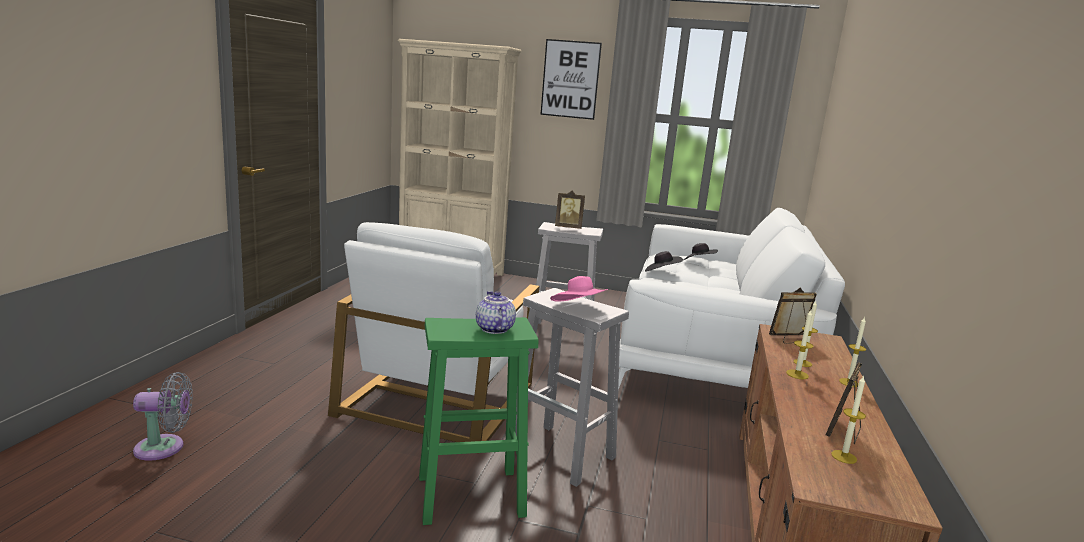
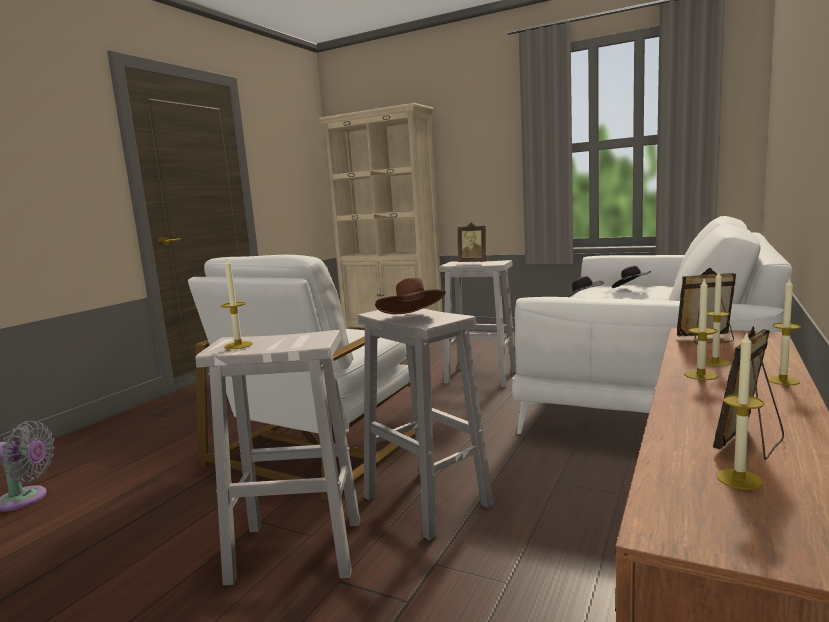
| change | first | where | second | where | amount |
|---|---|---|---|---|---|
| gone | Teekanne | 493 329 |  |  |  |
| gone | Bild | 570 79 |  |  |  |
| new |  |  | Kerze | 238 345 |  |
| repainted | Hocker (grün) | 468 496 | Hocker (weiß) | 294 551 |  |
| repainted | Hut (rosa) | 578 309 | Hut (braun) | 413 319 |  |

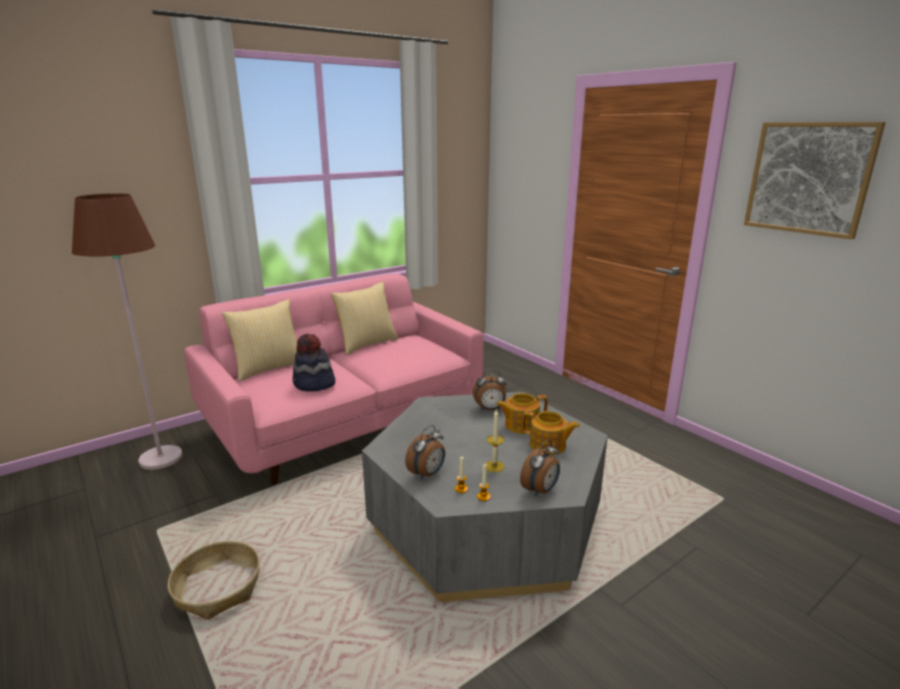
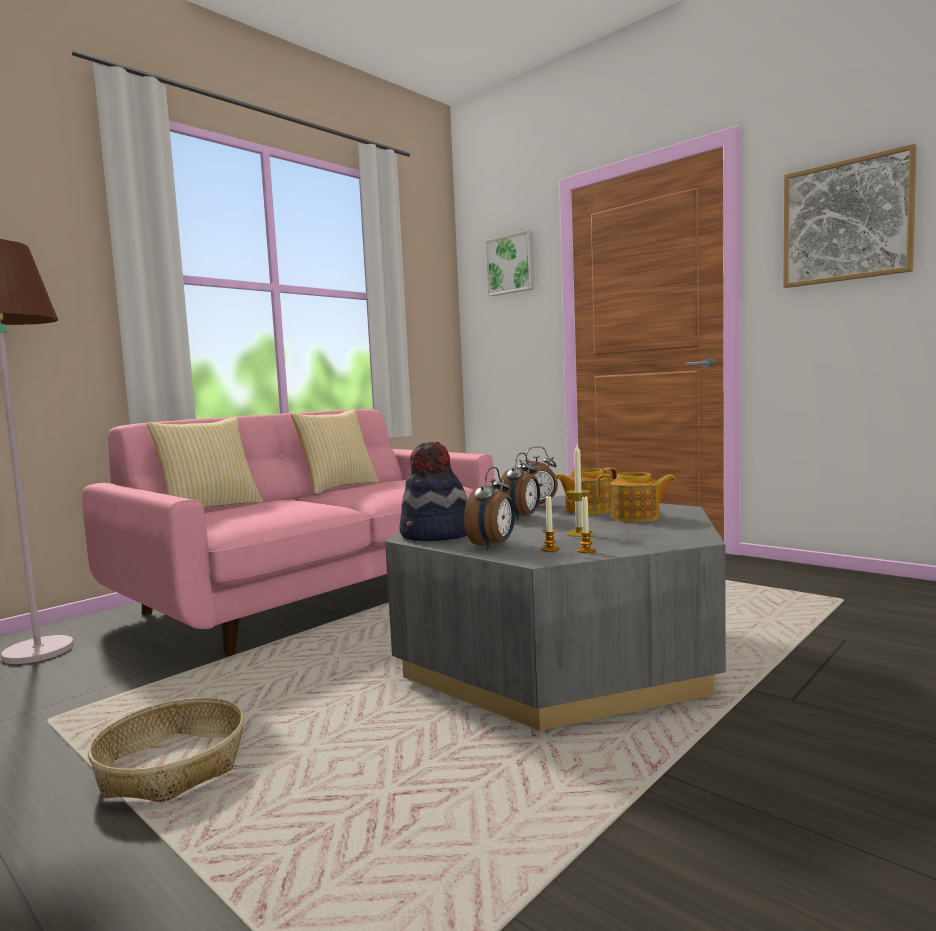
| change | first | where | second | where | amount |
|---|---|---|---|---|---|
| new |  |  | Bild | 511 264 |  |
| shifted | Hut | 314 384 |  | 437 535 |  |
| shifted | Wecker | 540 490 |  | 521 518 |  |

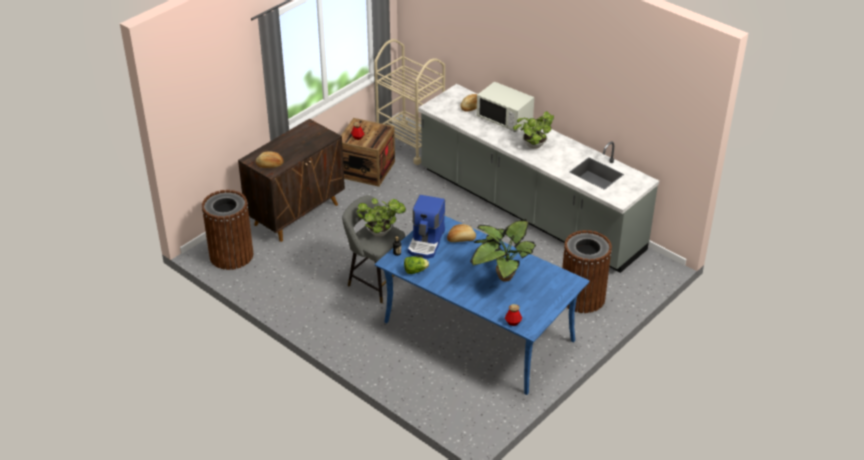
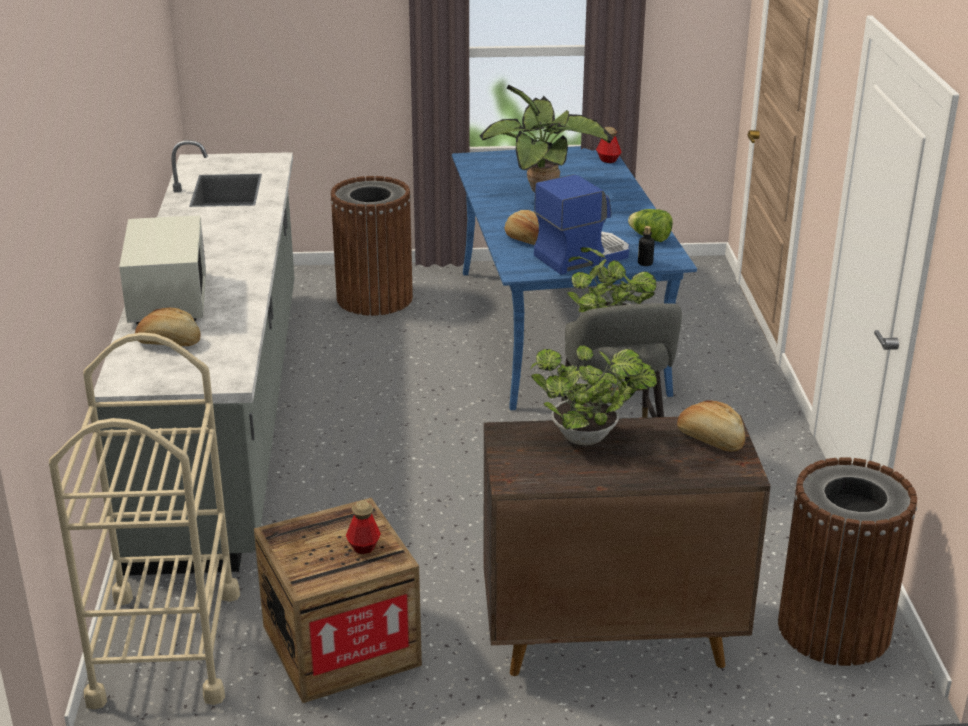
| change | first | where | second | where | amount |
|---|---|---|---|---|---|
| shifted | Topfpflanze | 532 145 |  | 589 437 |  |

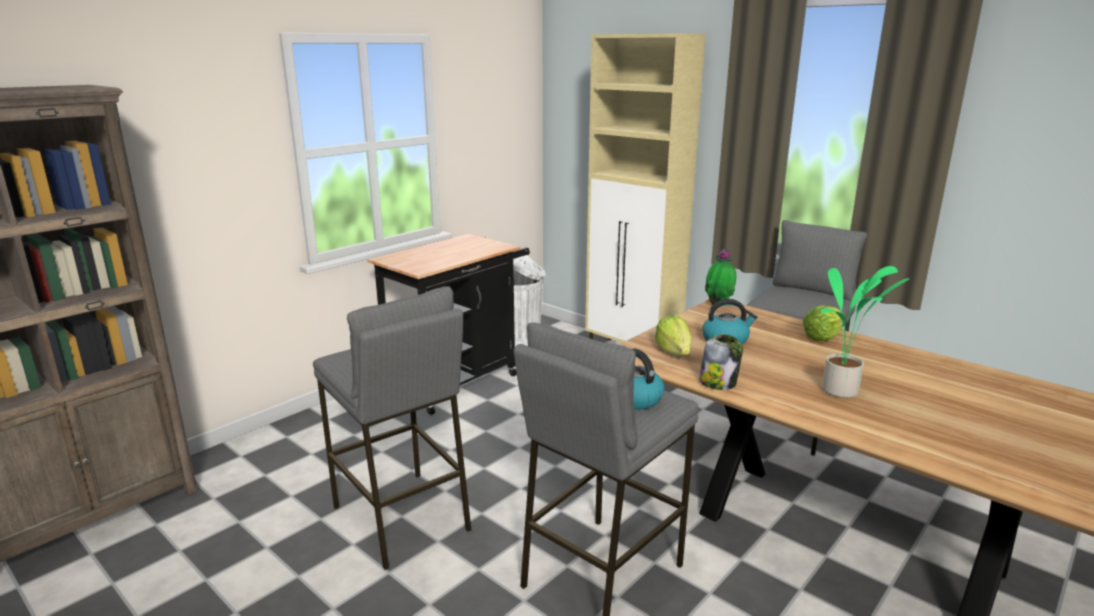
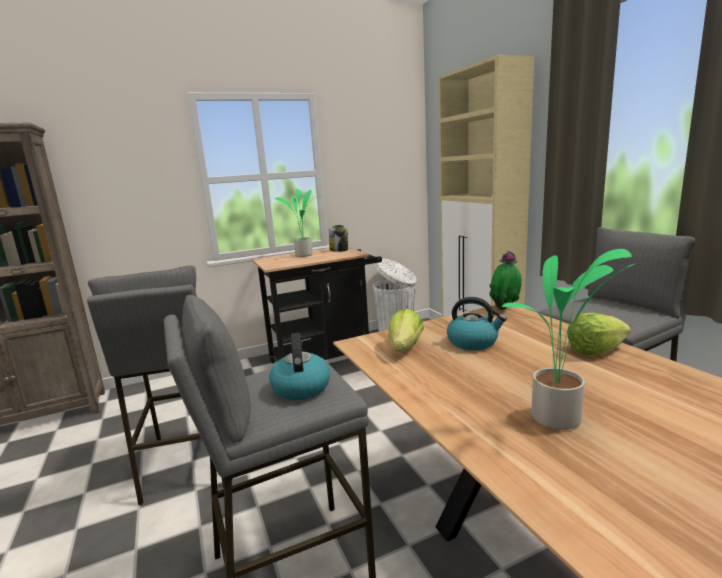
| change | first | where | second | where | amount |
|---|---|---|---|---|---|
| new |  |  | Topfpflanze | 305 255 |  |
| shifted | Vorratsglas | 718 383 |  | 339 250 |  |

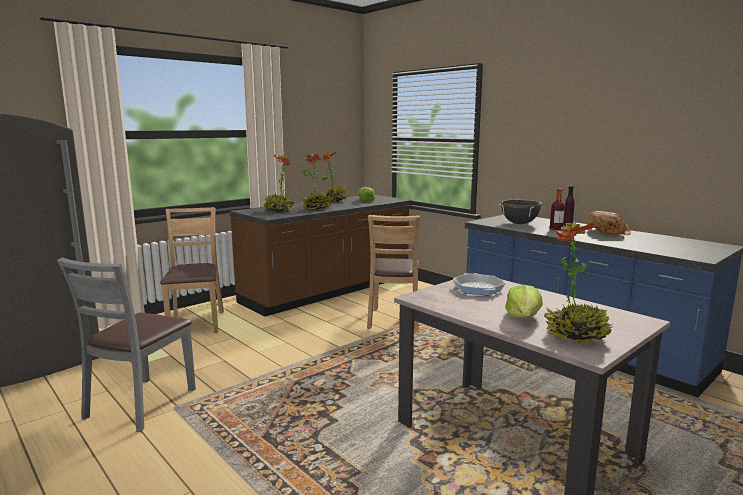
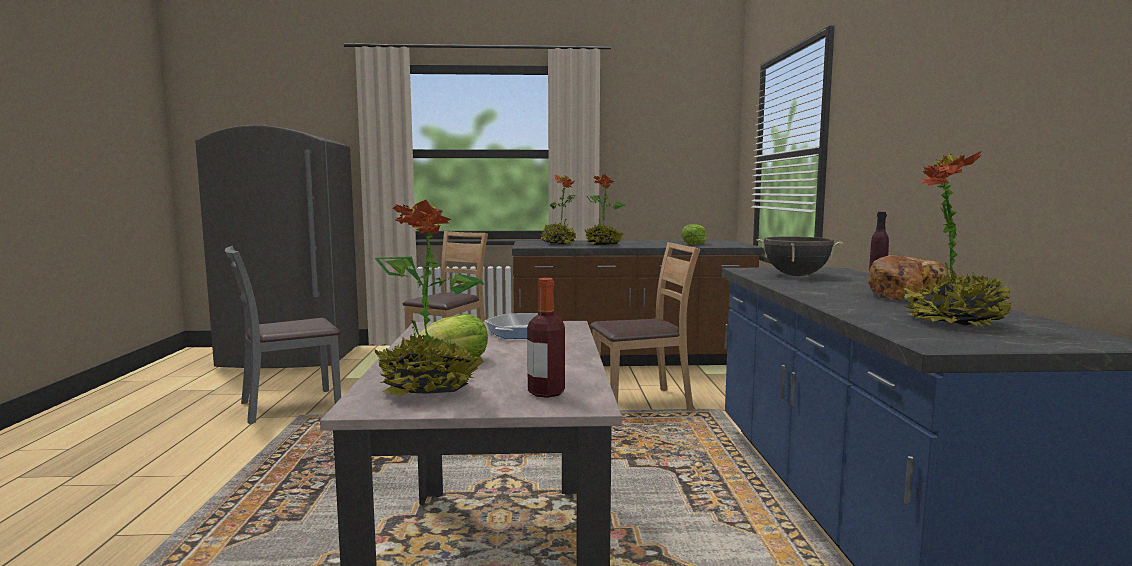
| change | first | where | second | where | amount |
|---|---|---|---|---|---|
| shifted | Topfpflanze | 334 201 |  | 955 322 |  |
| shifted | Flasche | 556 229 |  | 546 392 |  |
| rotated | Stuhl (braun) | 394 319 |  | 642 402 | 150 degrees counterclockwise |

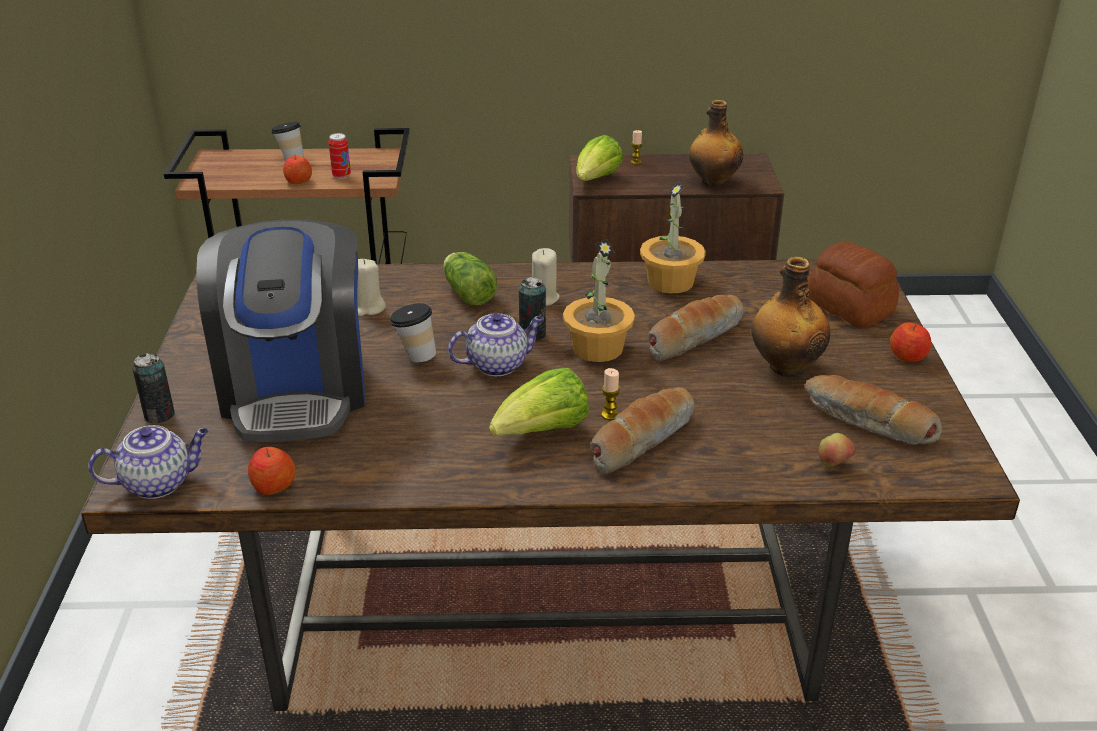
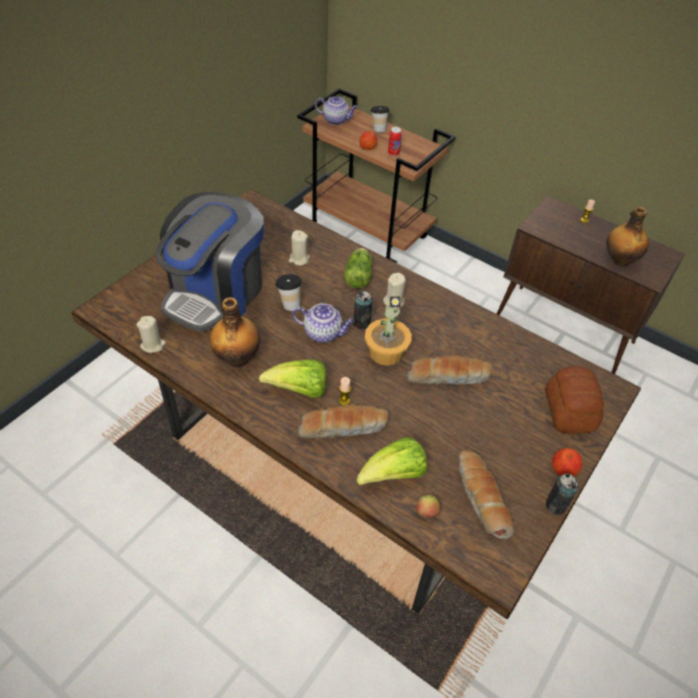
| change | first | where | second | where | amount |
|---|---|---|---|---|---|
| gone | Topfpflanze | 671 281 |  |  |  |
| shifted | Teekanne | 159 483 |  | 336 120 |  |
| shifted | Dose | 159 415 |  | 555 505 |  |
| shifted | Salatkopf | 596 180 |  | 393 475 |  |
| shifted | Flasche | 785 367 |  | 237 358 |  |
| swapped | Apfel | 273 485 | Kerze (beige) | 153 345 |  |

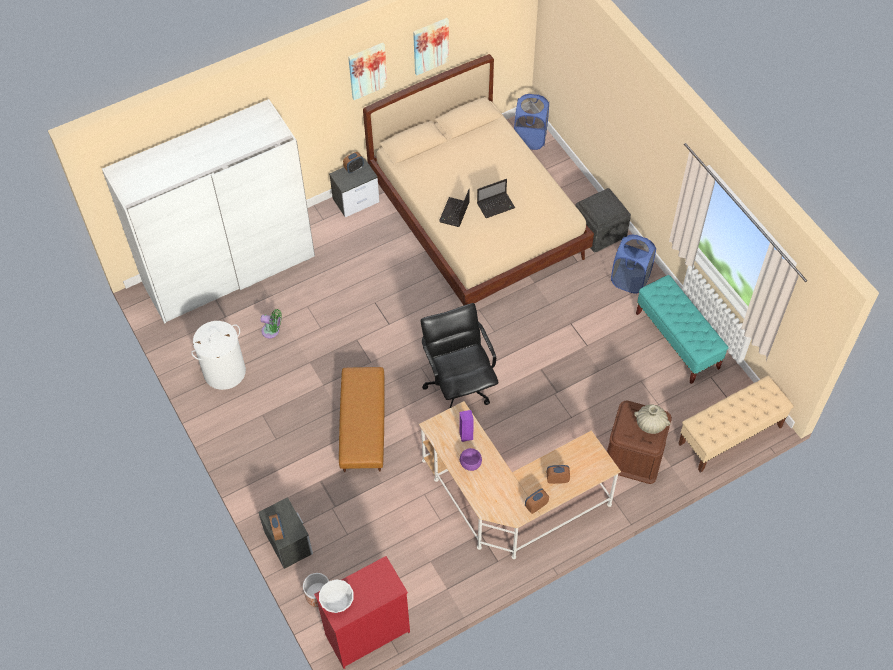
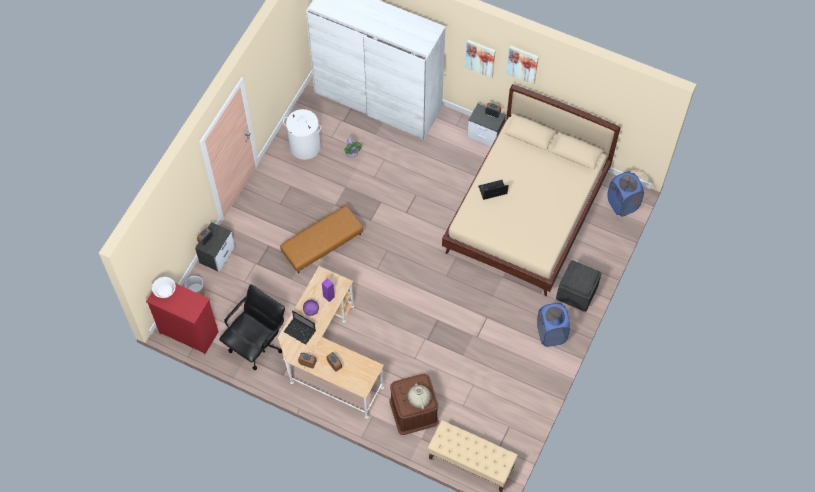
| change | first | where | second | where | amount |
|---|---|---|---|---|---|
| gone | Bank (türkis) | 677 341 |  |  |  |
| shifted | Bild | 430 45 |  | 480 58 |  |
| shifted | Bürostuhl (schwarz) | 459 385 |  | 257 344 |  |
| shifted | Laptop | 496 205 |  | 300 331 |  |

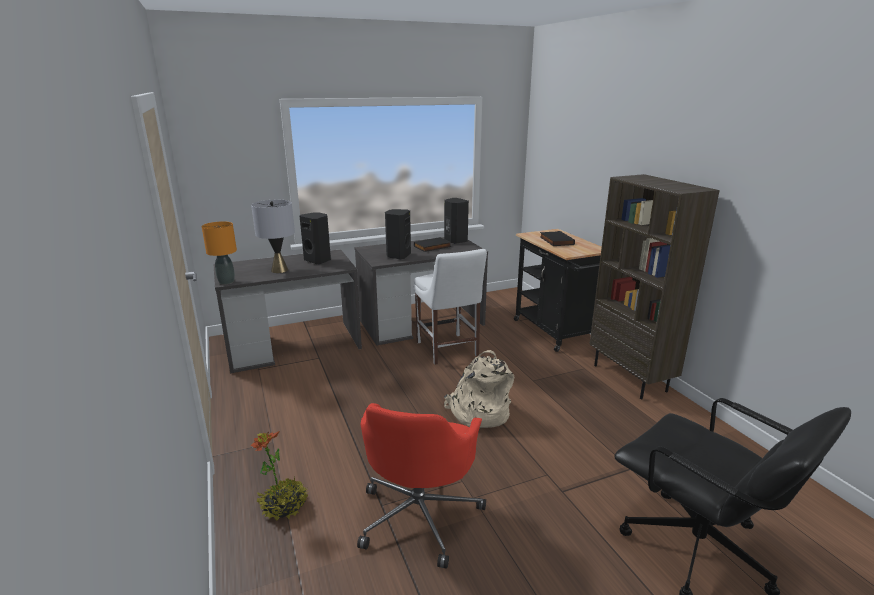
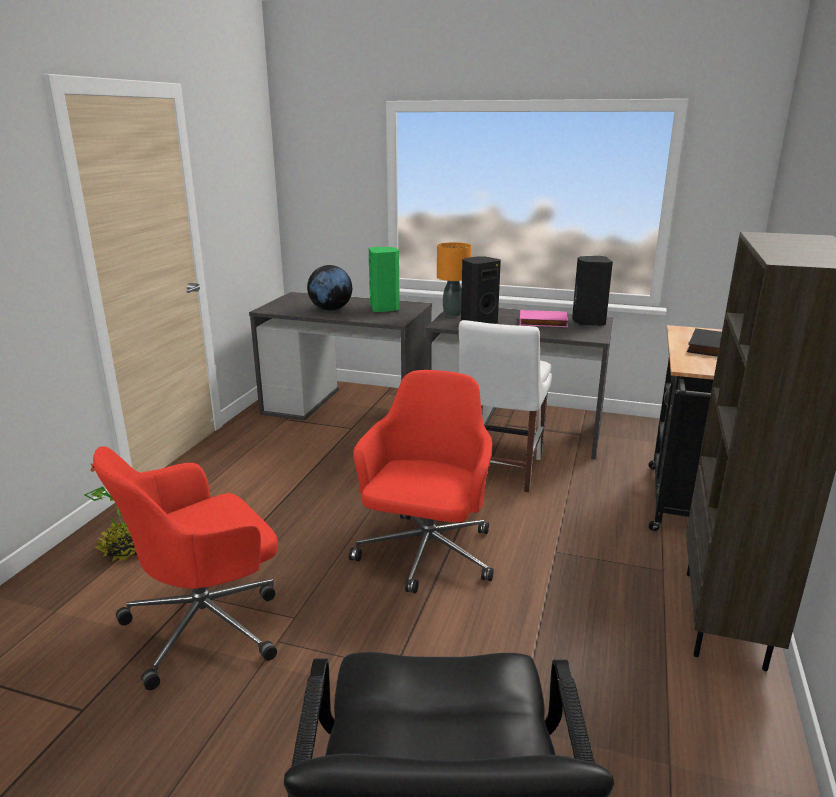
| change | first | where | second | where | amount |
|---|---|---|---|---|---|
| shifted | Tischlampe (orange) | 226 282 |  | 452 314 |  |
| swapped | Tischlampe (grau) | 279 270 | Globus | 330 309 |  |
| swapped | Rucksack (beige) | 478 412 | Bürostuhl (rot) | 426 555 |  |
| repainted | Lautsprecher (schwarz) | 318 260 | Lautsprecher (grün) | 385 309 |  |
| repainted | Buch (schwarz) | 432 247 | Buch (rosa) | 542 322 |  |

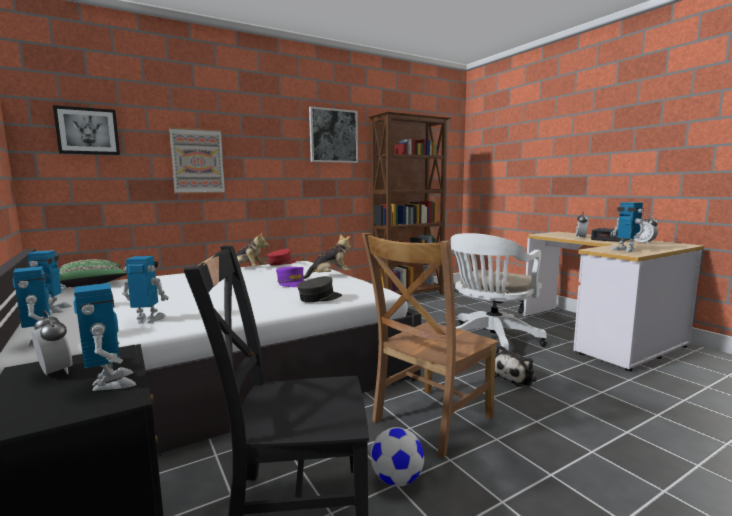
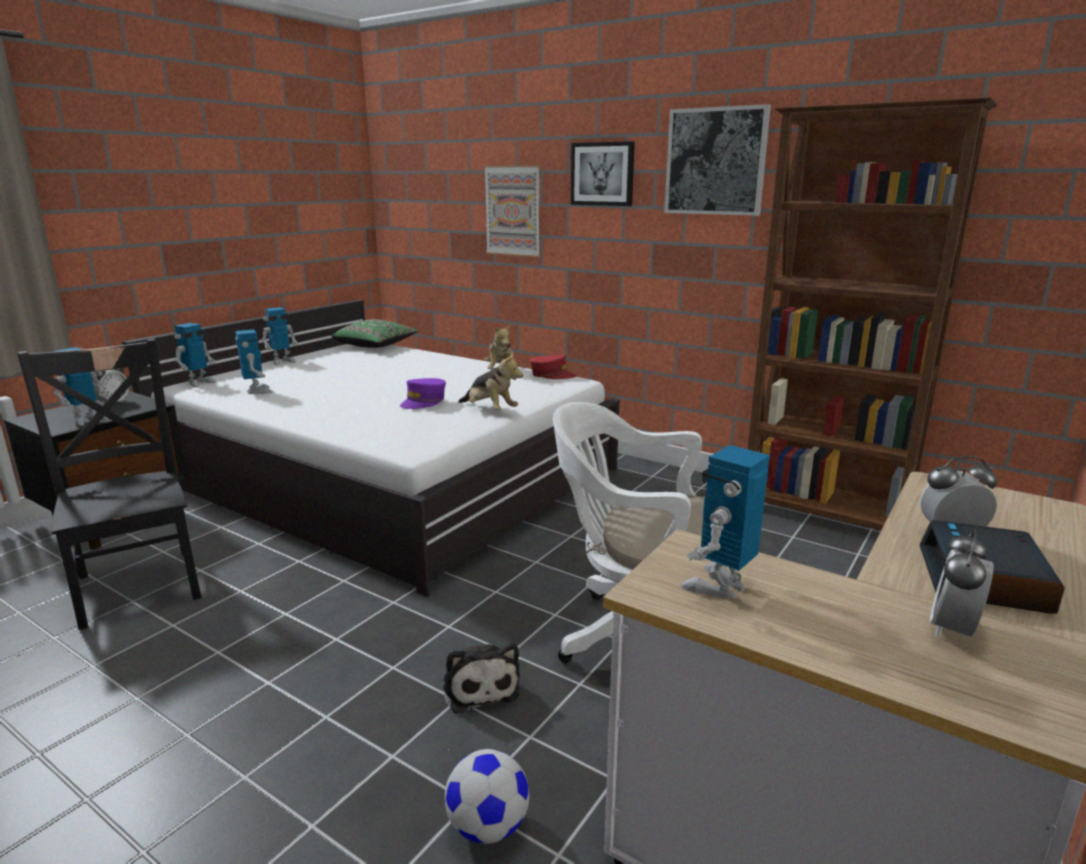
| change | first | where | second | where | amount |
|---|---|---|---|---|---|
| gone | Kappe (grau) | 319 298 |  |  |  |
| gone | Stuhl (braun) | 429 421 |  |  |  |
| shifted | Bild | 87 131 |  | 602 174 |  |
| shifted | Fußball | 397 480 |  | 488 827 |  |
| rotated | Plüschtier | 516 378 |  | 479 686 | 135 degrees counterclockwise |

